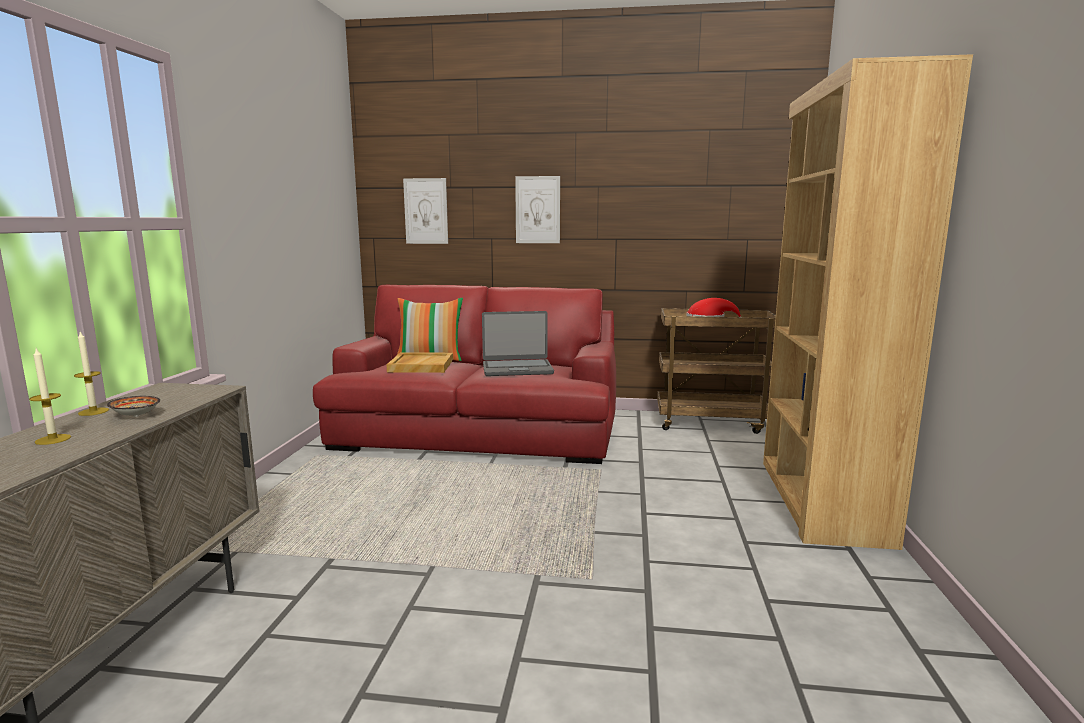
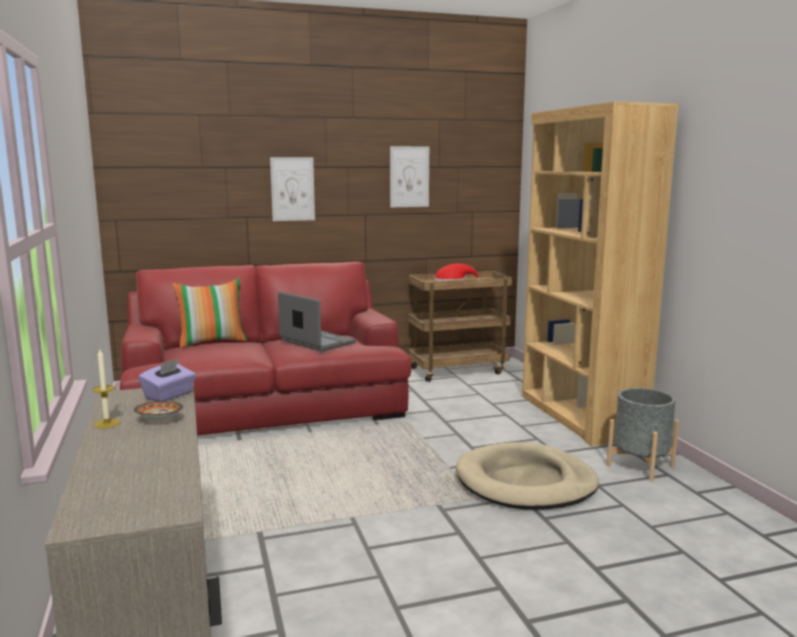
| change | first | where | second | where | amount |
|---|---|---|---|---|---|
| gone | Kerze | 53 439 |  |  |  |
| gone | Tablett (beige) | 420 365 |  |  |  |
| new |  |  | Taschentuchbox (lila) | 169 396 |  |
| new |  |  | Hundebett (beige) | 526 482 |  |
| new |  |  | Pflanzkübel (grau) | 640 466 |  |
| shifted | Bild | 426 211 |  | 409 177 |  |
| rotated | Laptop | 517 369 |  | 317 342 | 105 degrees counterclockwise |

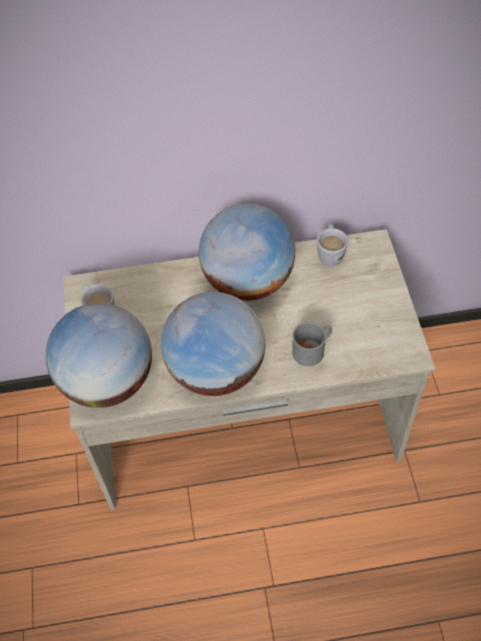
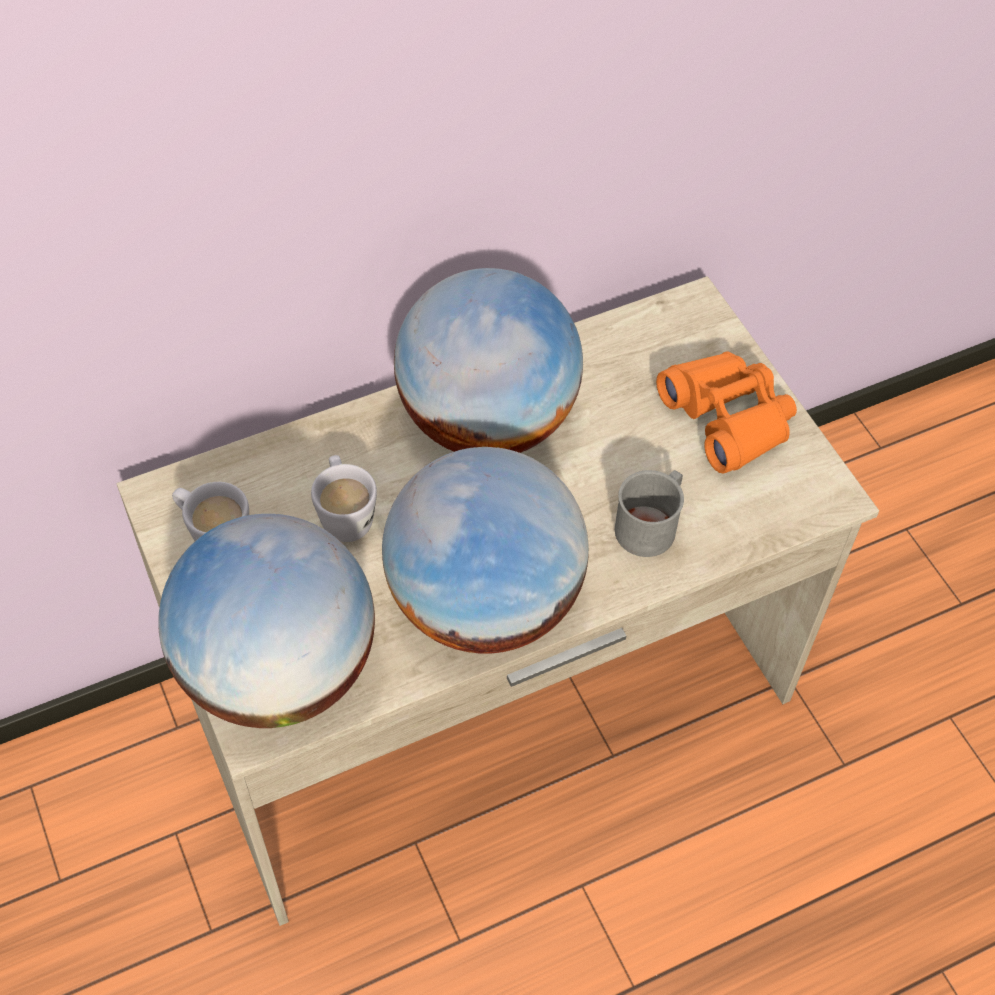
| change | first | where | second | where | amount |
|---|---|---|---|---|---|
| new |  |  | Fernglas (orange) | 728 418 |  |
| shifted | Henkelbecher (weiß) | 330 254 |  | 345 514 |  |

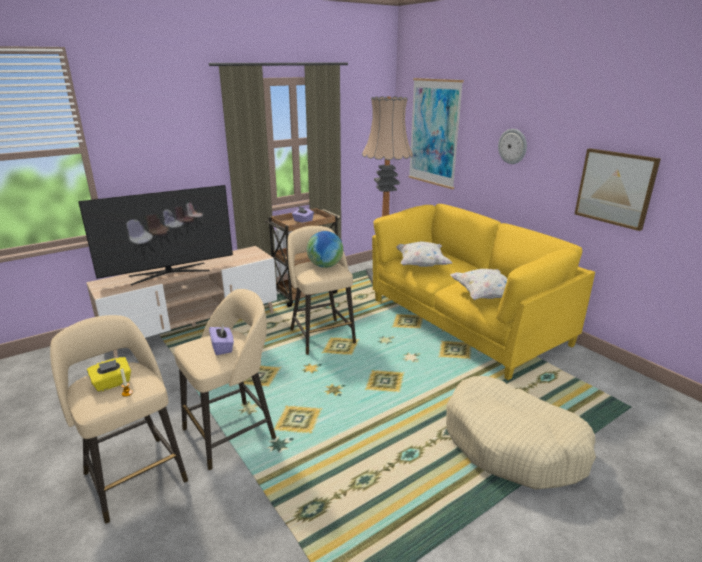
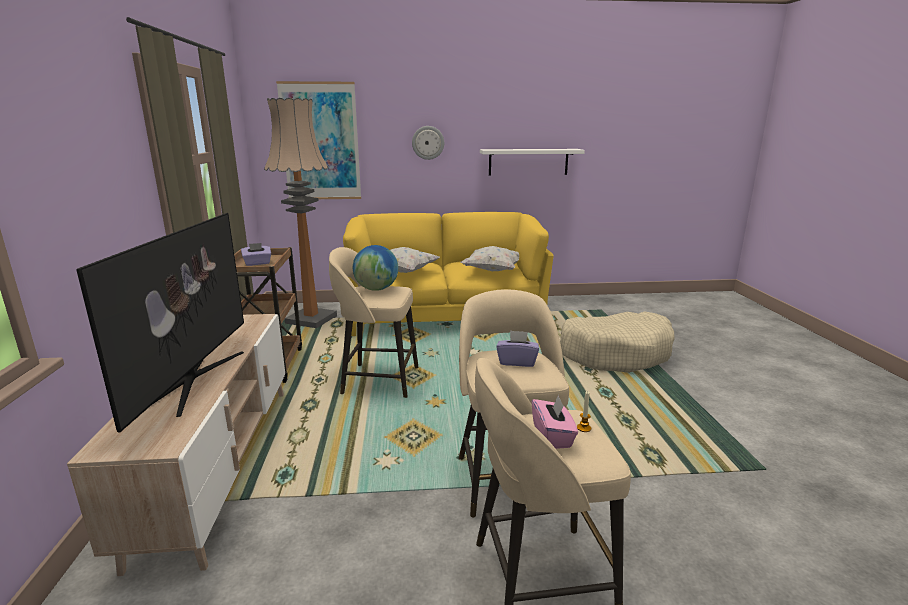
| change | first | where | second | where | amount |
|---|---|---|---|---|---|
| swapped | Bild | 615 188 | Wandregal (weiß) | 528 162 |  |
| repainted | Taschentuchbox (gelb) | 112 383 | Taschentuchbox (rosa) | 552 436 |  |

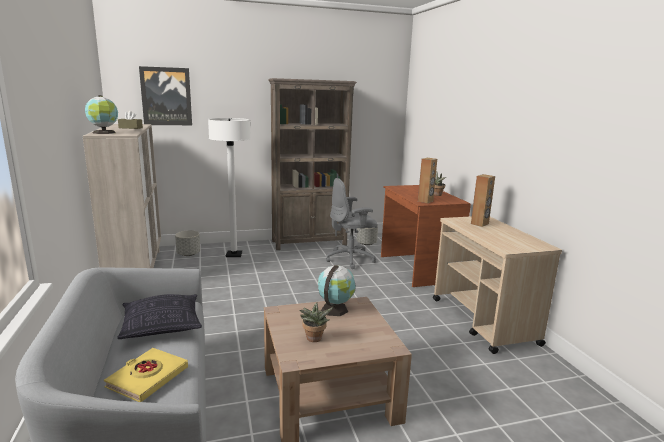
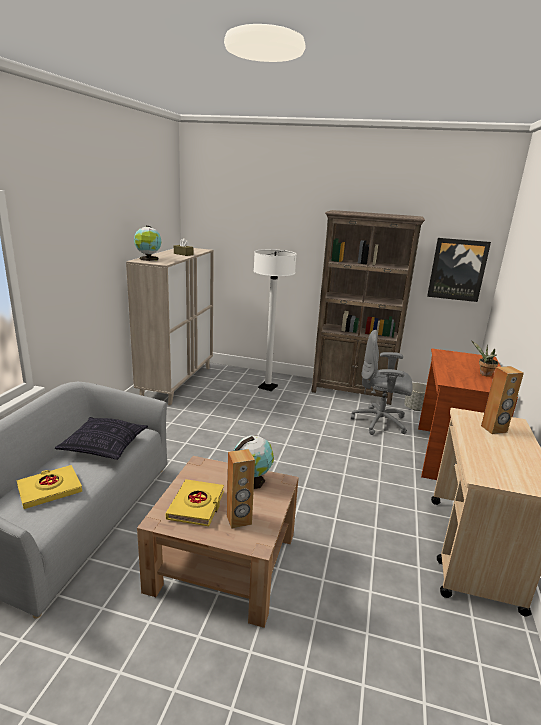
| change | first | where | second | where | amount |
|---|---|---|---|---|---|
| gone | Pflanzkübel (grau) | 188 254 |  |  |  |
| shifted | Bild | 166 96 |  | 457 269 |  |
| shifted | Lautsprecher (braun) | 425 201 |  | 239 520 |  |
| swapped | Topfpflanze | 314 339 | Buch (gelb) | 196 506 |  |

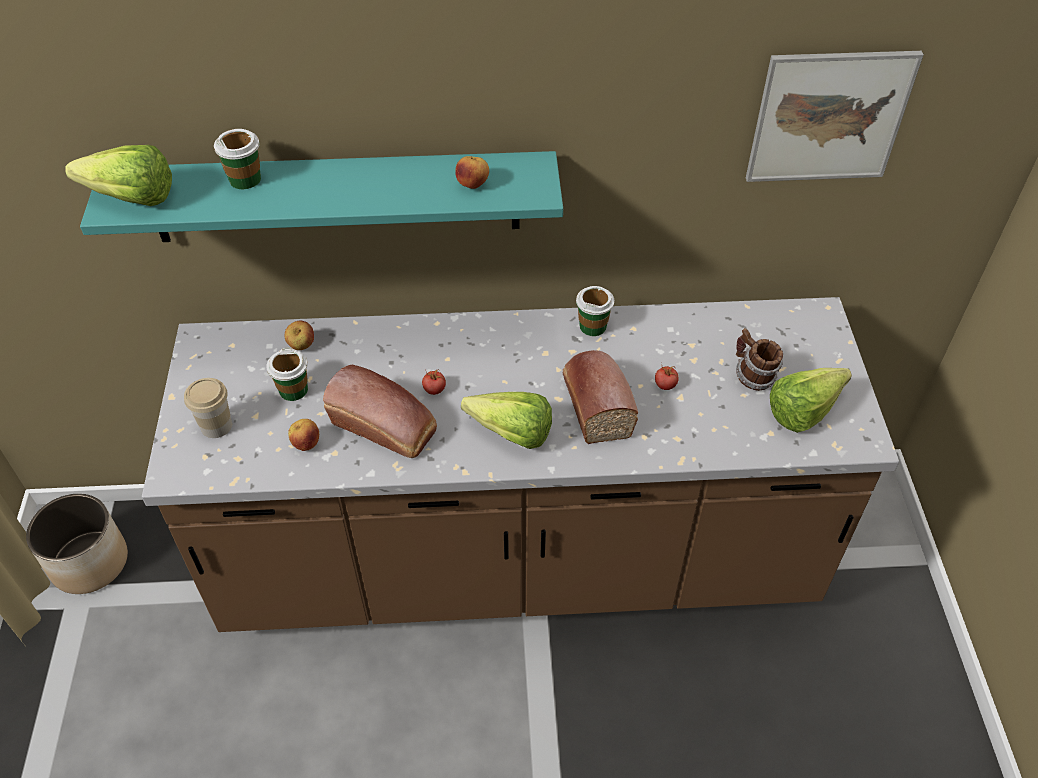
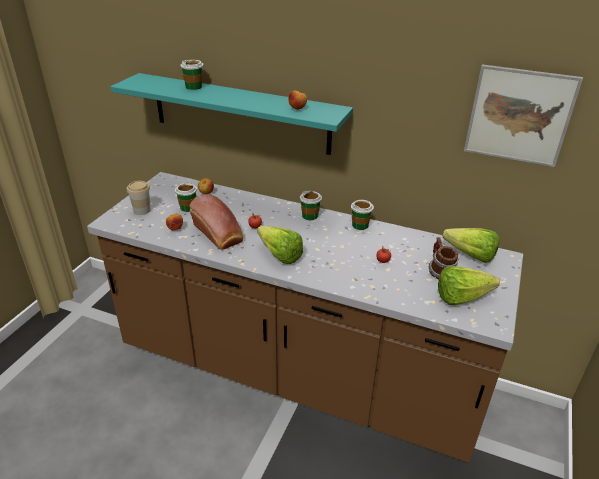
| change | first | where | second | where | amount |
|---|---|---|---|---|---|
| gone | Pflanzkübel | 90 562 |  |  |  |
| gone | Brot | 595 404 |  |  |  |
| new |  |  | Tasse | 310 216 |  |
| shifted | Salatkopf | 125 197 |  | 466 254 |  |

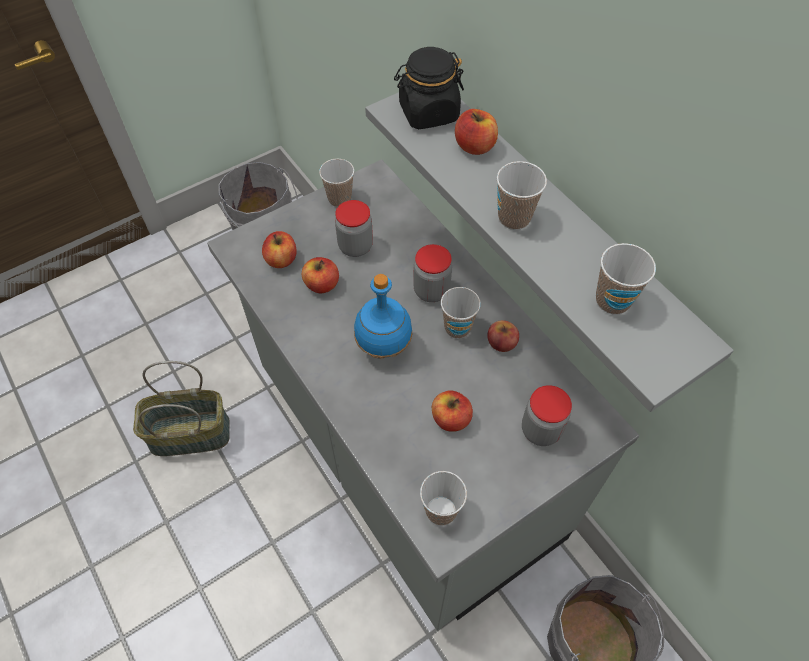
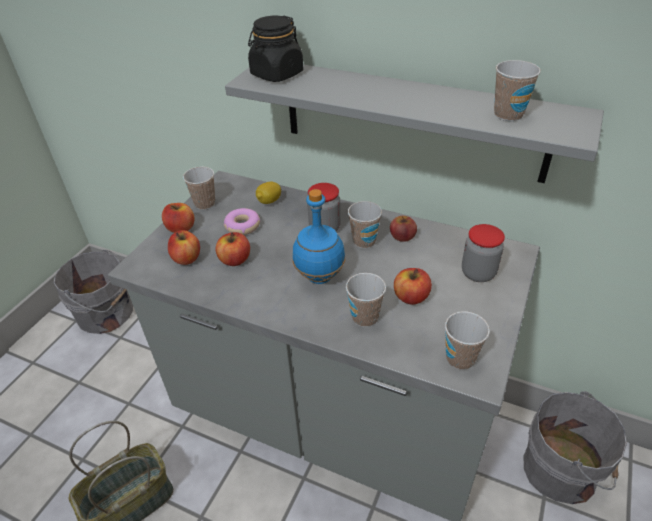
| change | first | where | second | where | amount |
|---|---|---|---|---|---|
| new |  |  | Zitrone | 269 201 |  |
| shifted | Apfel | 474 146 |  | 181 228 |  |
| shifted | Tasse | 514 218 |  | 365 317 |  |
| swapped | Vorratsglas | 355 246 | Donut | 242 226 |  |

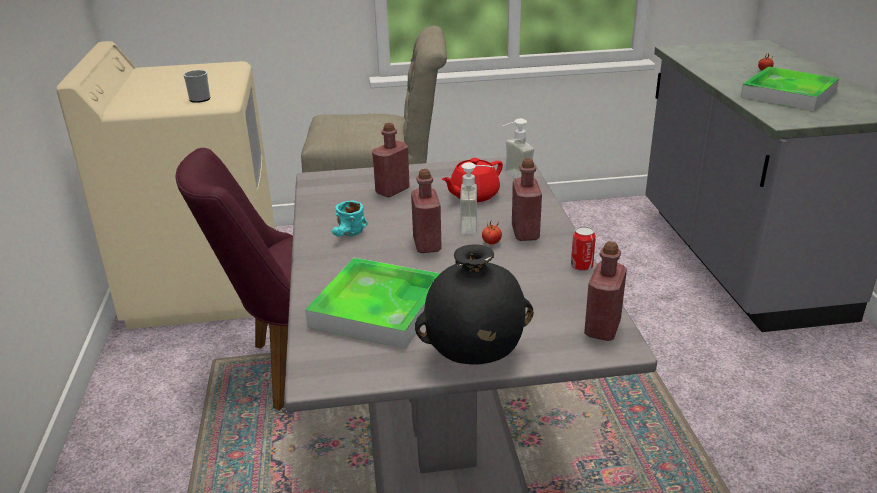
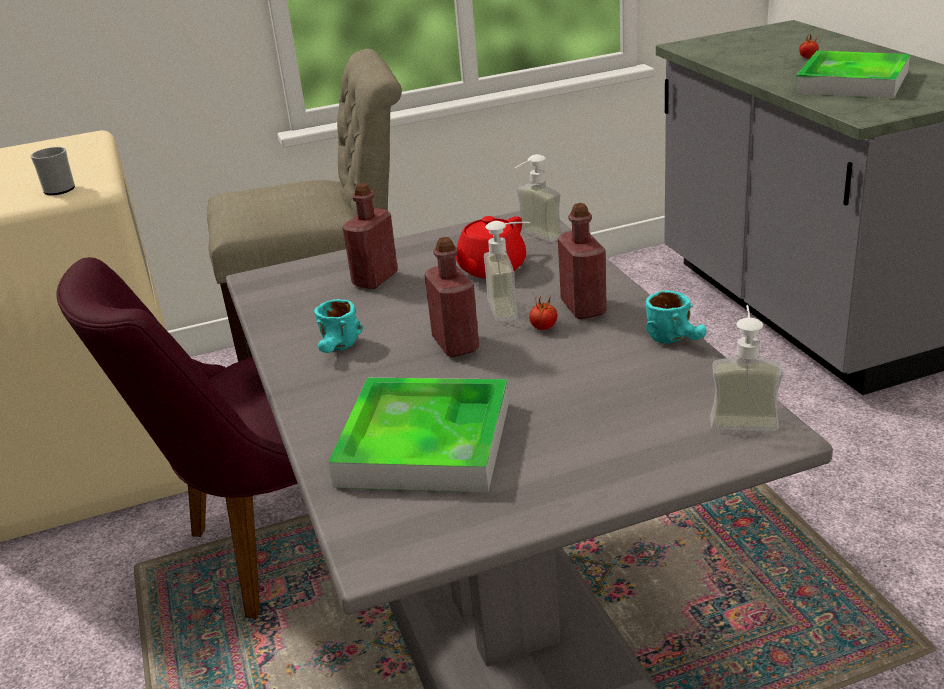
| change | first | where | second | where | amount |
|---|---|---|---|---|---|
| gone | Vase (schwarz) | 473 358 |  |  |  |
| swapped | Dose | 581 266 | Henkelbecher (türkis) | 678 339 |  |
| swapped | Flasche (rot) | 602 328 | Seifenspender | 743 416 |  |

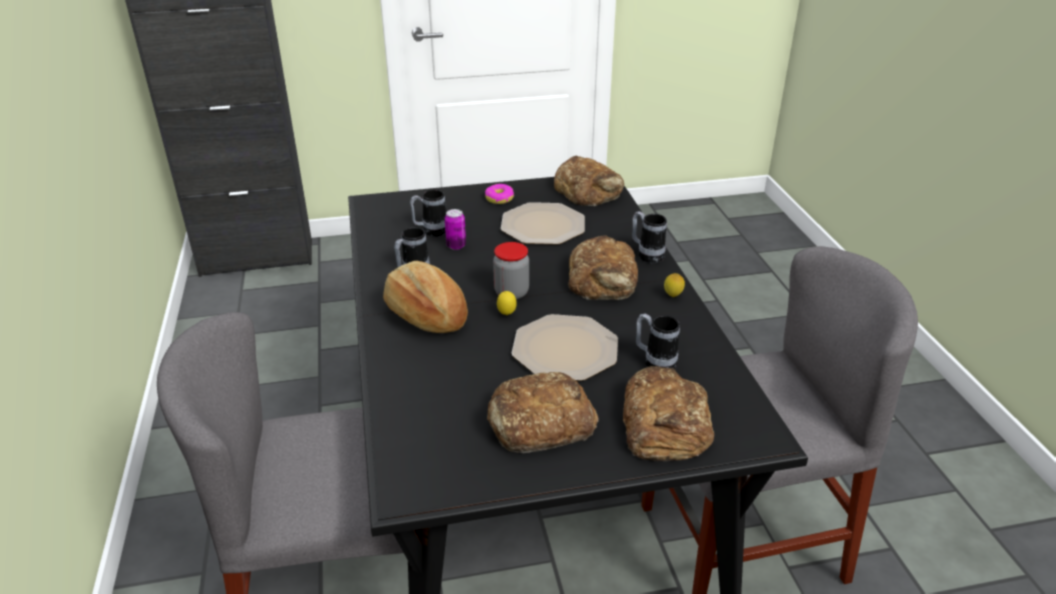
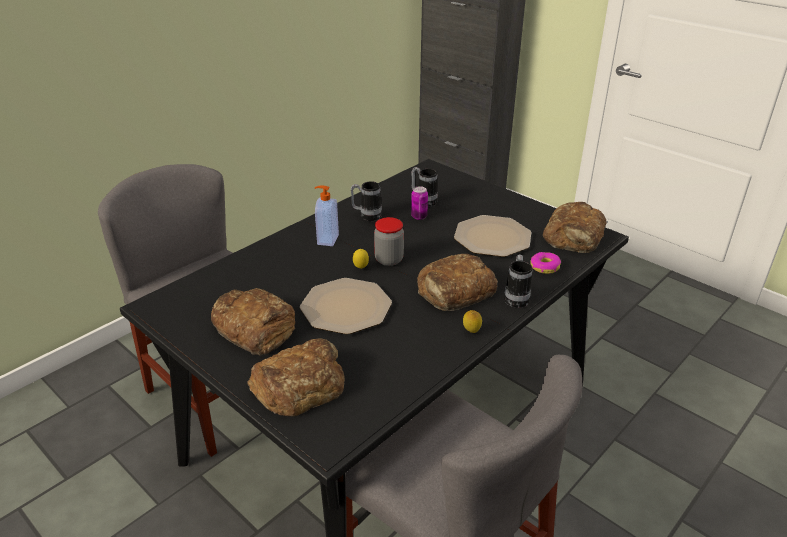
| change | first | where | second | where | amount |
|---|---|---|---|---|---|
| gone | Henkelbecher | 654 362 |  |  |  |
| shifted | Donut | 499 198 |  | 544 267 |  |
| swapped | Brot | 425 315 | Seifenspender | 327 240 |  |

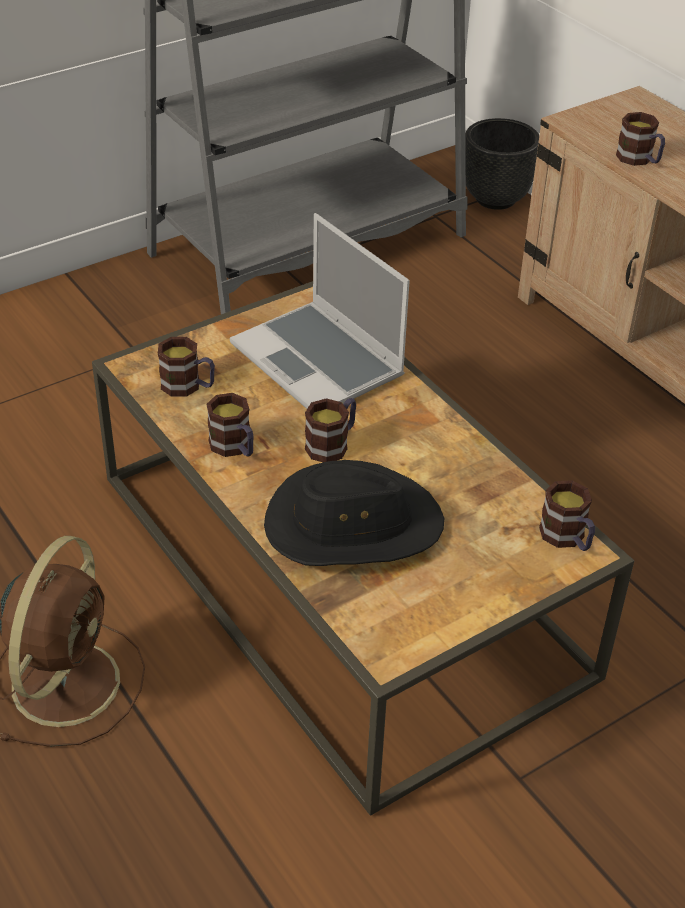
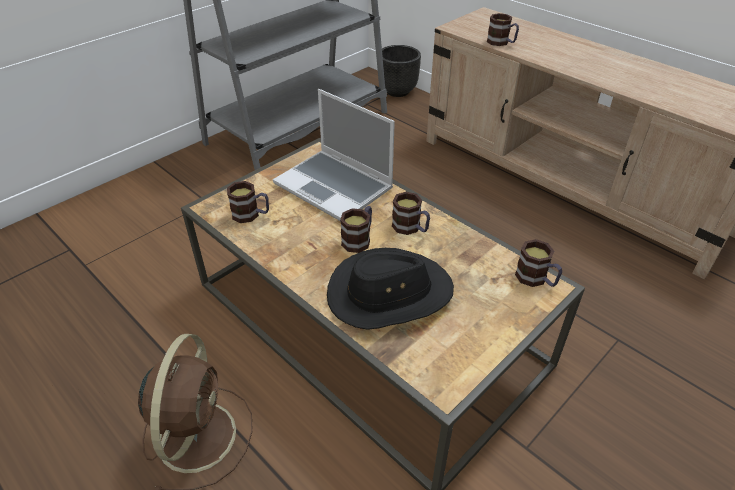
| change | first | where | second | where | amount |
|---|---|---|---|---|---|
| shifted | Henkelbecher | 234 448 |  | 411 228 |  |

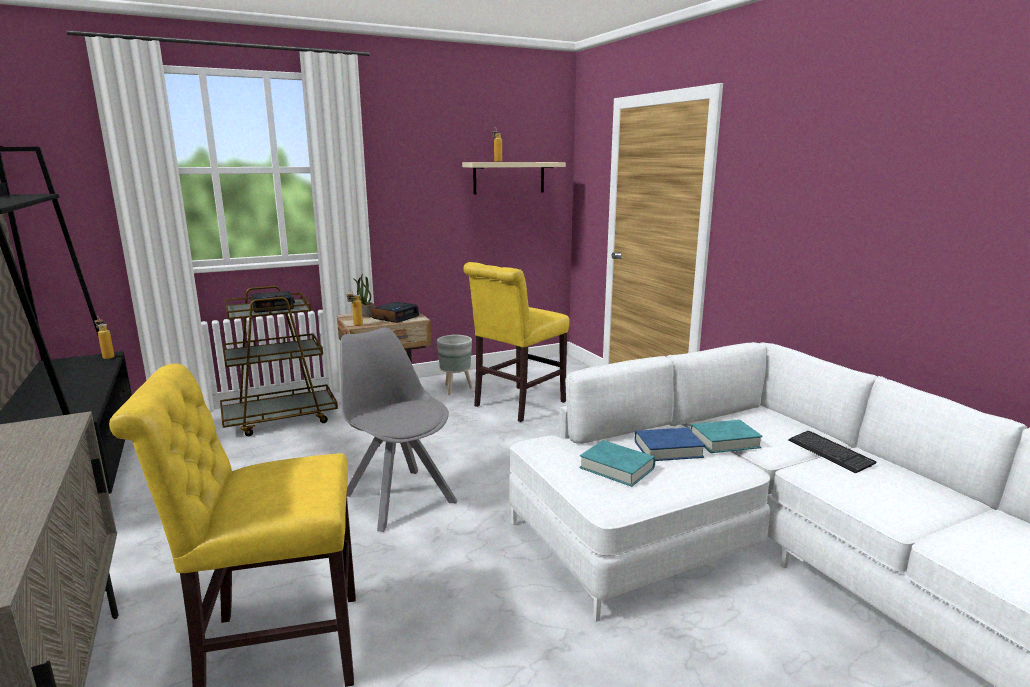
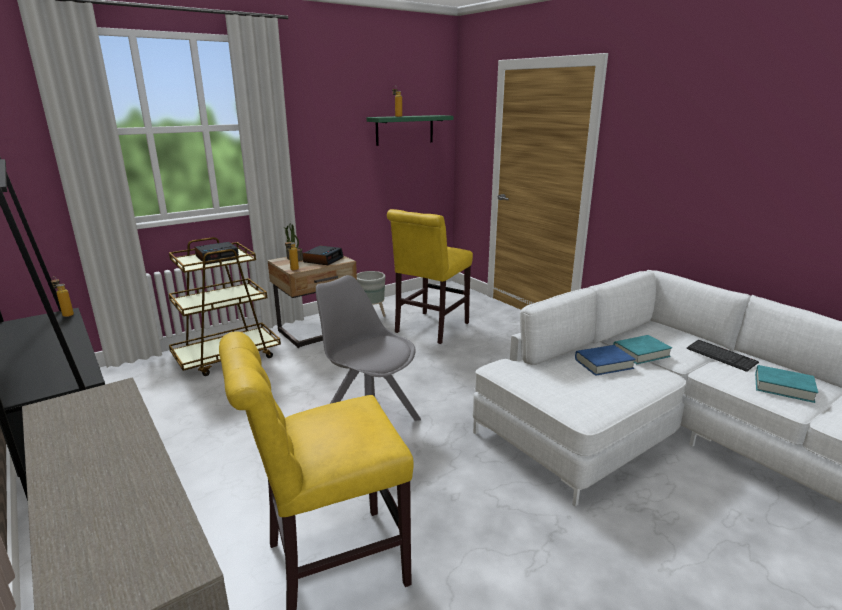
| change | first | where | second | where | amount |
|---|---|---|---|---|---|
| shifted | Buch (türkis) | 617 468 |  | 783 387 |  |
| repainted | Wandregal (beige) | 509 177 | Wandregal (grün) | 404 130 |  |

